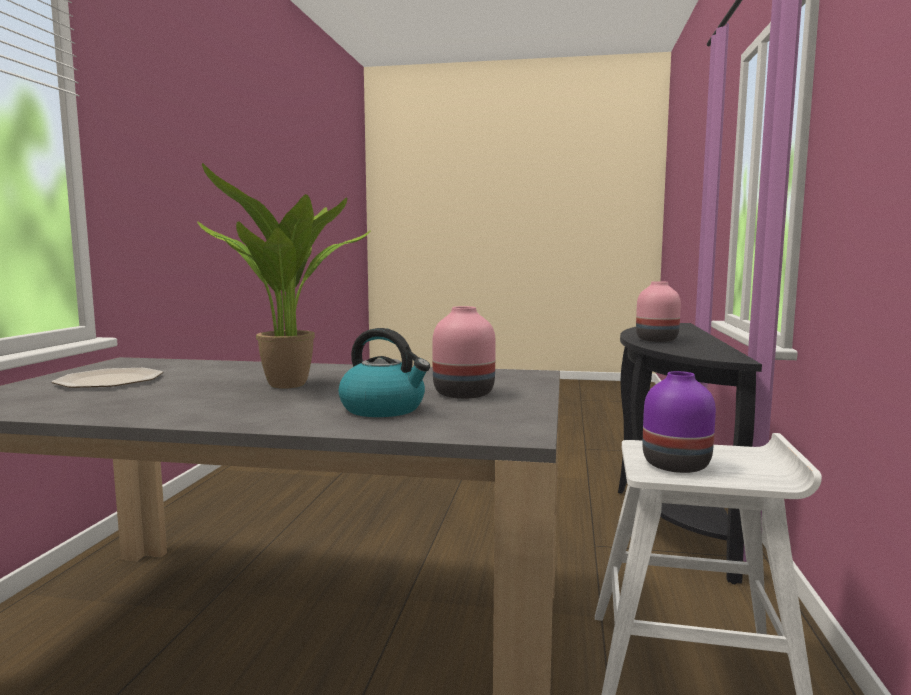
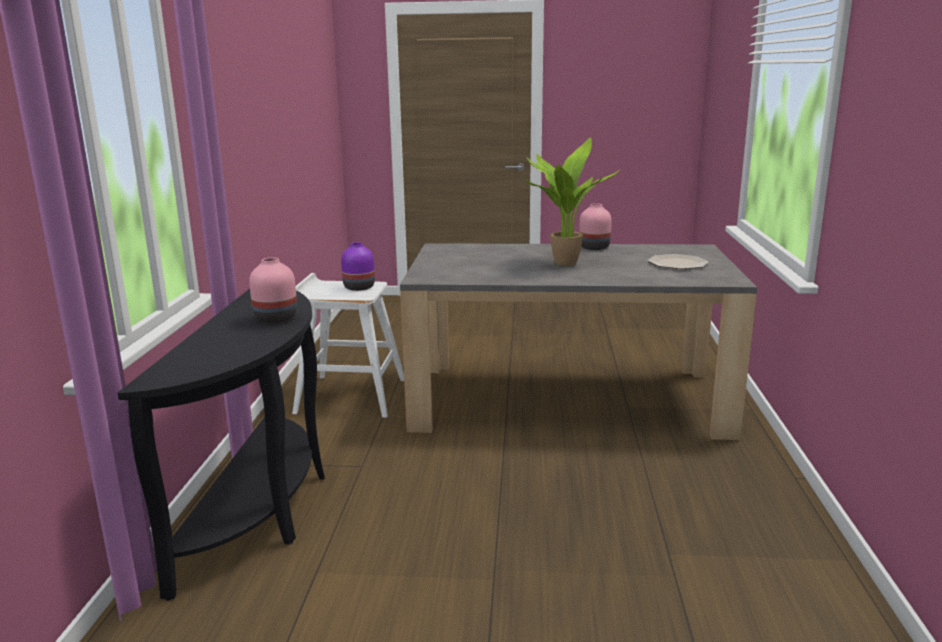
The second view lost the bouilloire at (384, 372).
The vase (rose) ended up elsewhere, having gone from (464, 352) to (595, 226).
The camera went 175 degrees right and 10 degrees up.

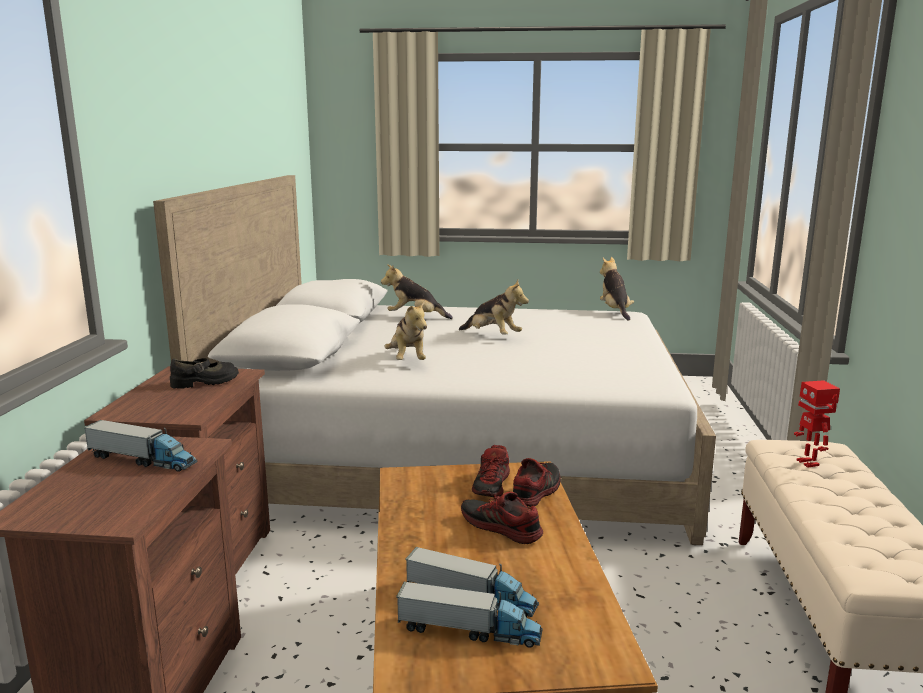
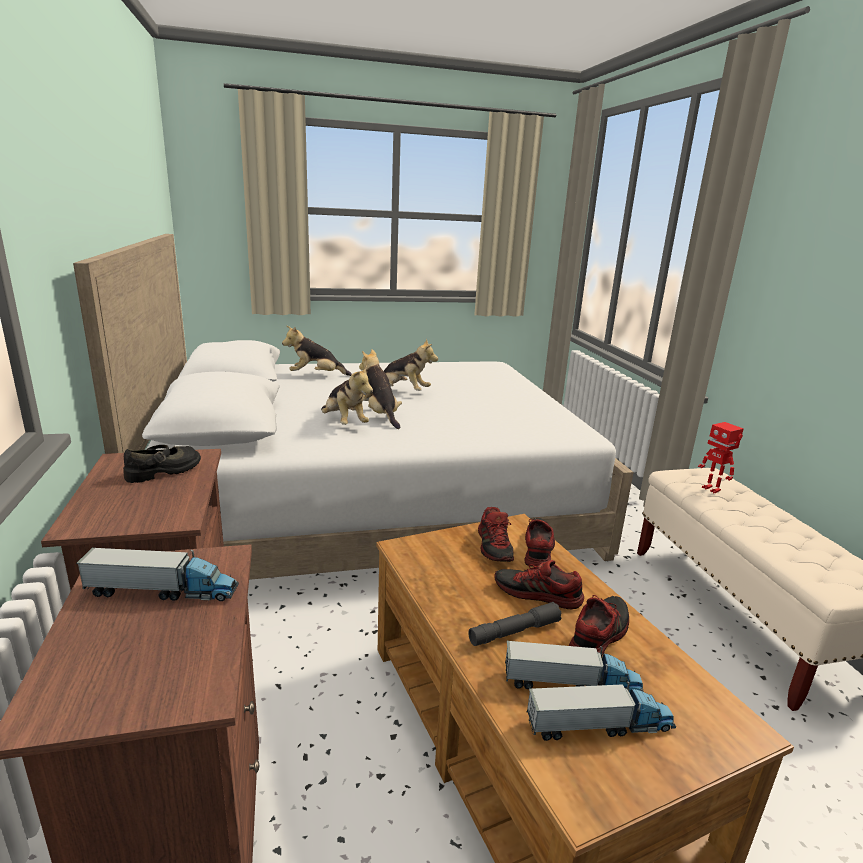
The second view gained the lampe de poche (gris) at (515, 624).
The second view gained the chaussure at (599, 625).
The peluche ended up elsewhere, having gone from (617, 289) to (380, 389).
The camera went 20 degrees left and 5 degrees up.

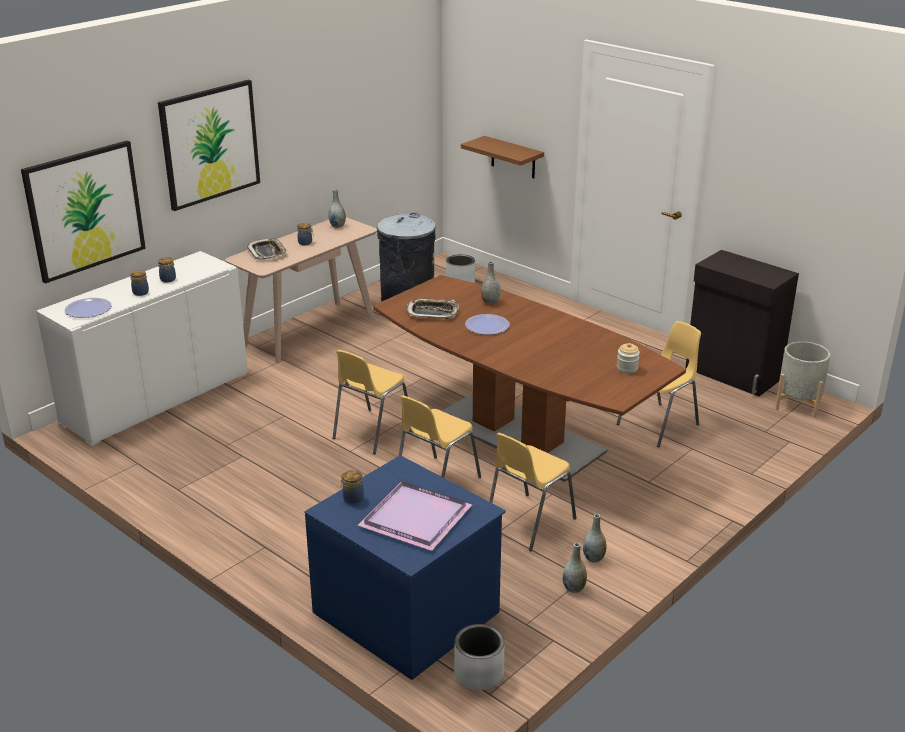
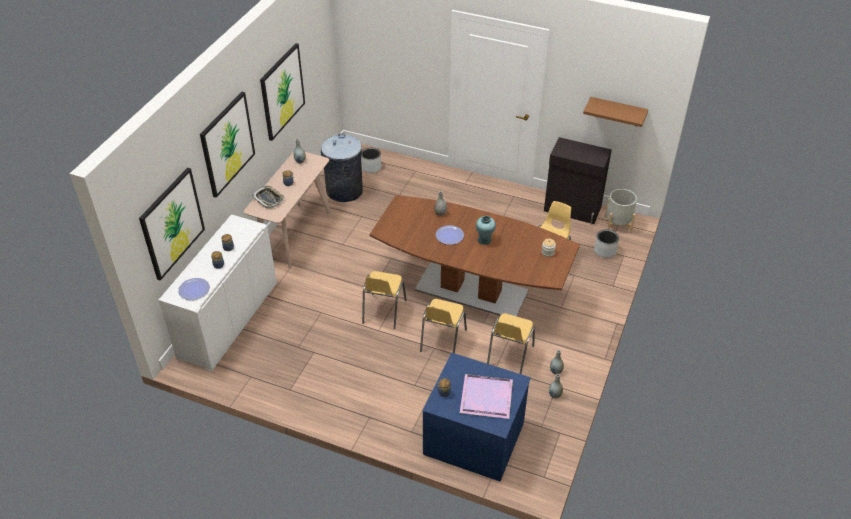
The second view lost the plateau at (432, 308).
The second view gained the tableau at (282, 92).
The second view gained the vase (turquoise) at (486, 230).
The cache-pot (gris) ended up elsewhere, having gone from (479, 657) to (606, 243).
The étagère (marron) ended up elsewhere, having gone from (502, 157) to (615, 112).
The camera went 20 degrees left and 15 degrees up.

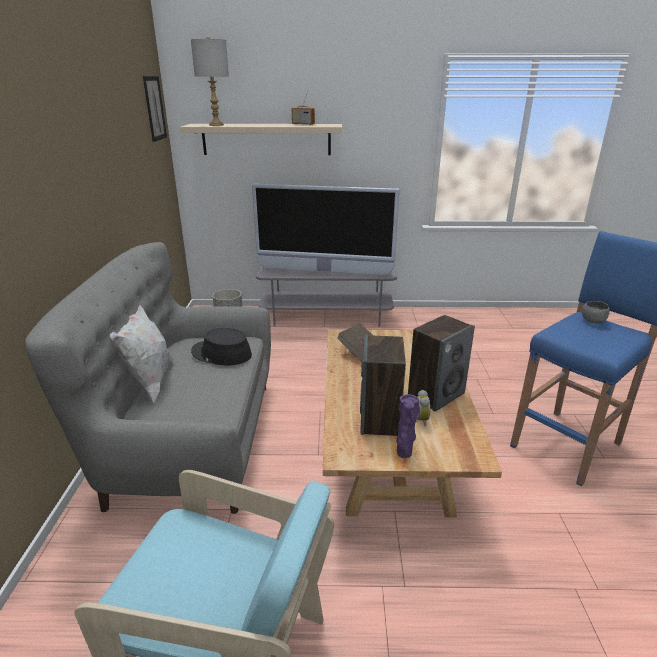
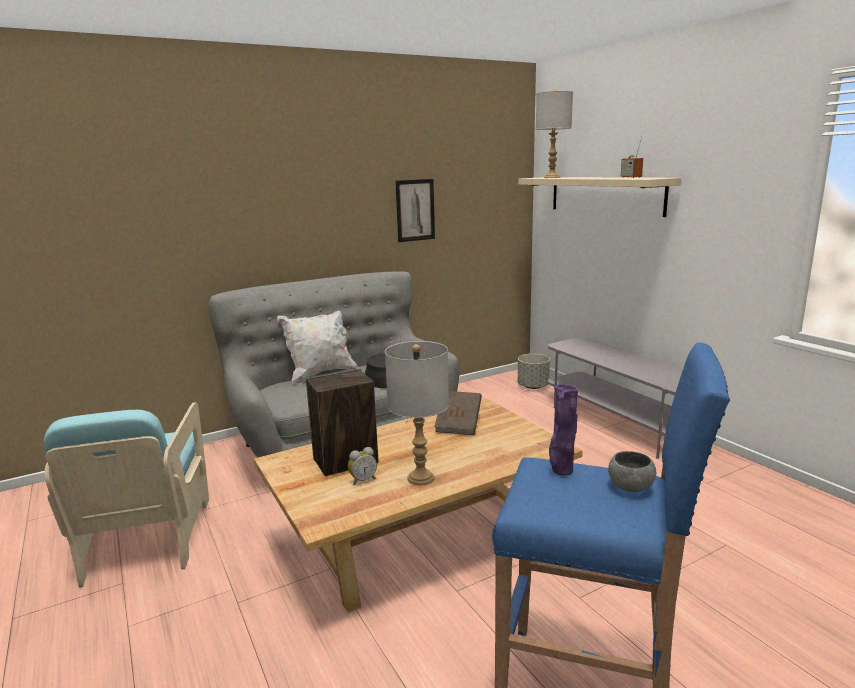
The second view lost the téléviseur at (326, 229).
The tableau ended up elsewhere, having gone from (155, 109) to (415, 210).
The vase (violet) ended up elsewhere, having gone from (408, 426) to (564, 430).
Where the enceinte stood at (441, 363), the lampe de table (gris) came to stand at (417, 413).
The camera went 60 degrees right and 10 degrees down.

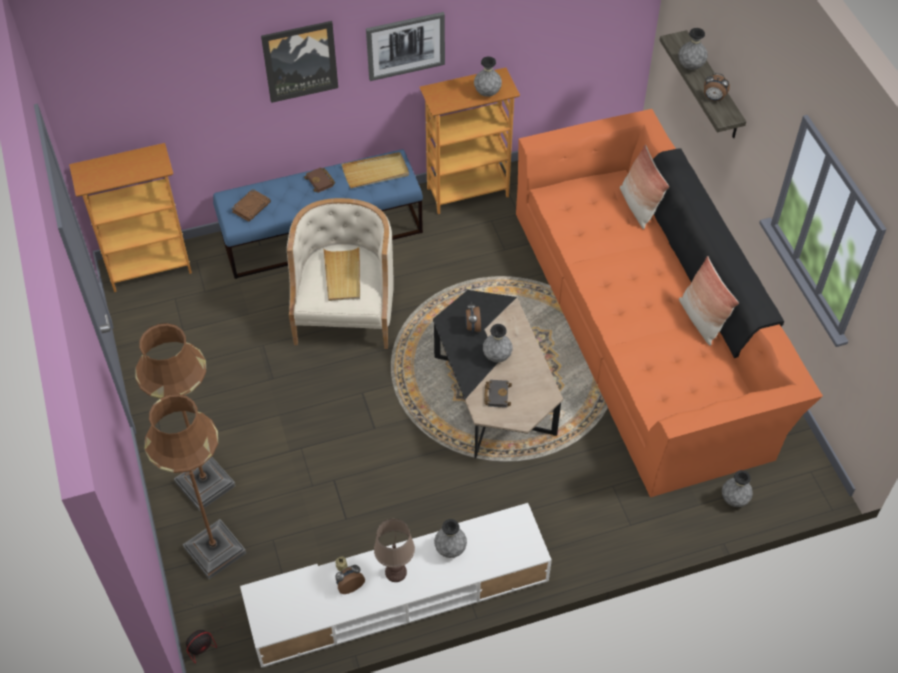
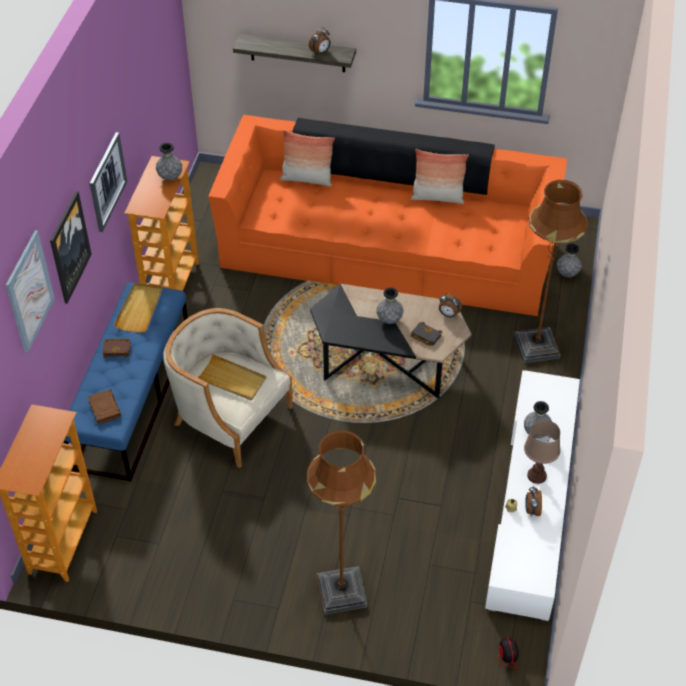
The second view lost the vase (gris) at (693, 49).
The second view gained the tableau at (30, 291).
The lampadaire (marron) ended up elsewhere, having gone from (195, 486) to (551, 271).
The réveil ended up elsewhere, having gone from (473, 317) to (450, 305).
The camera went 60 degrees left and 5 degrees down.

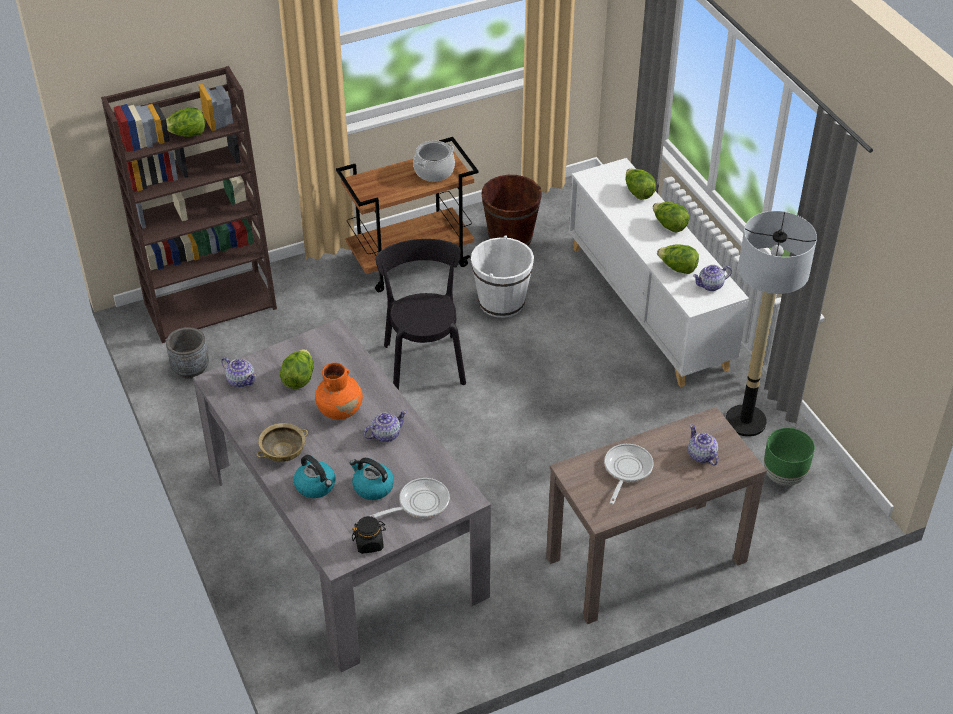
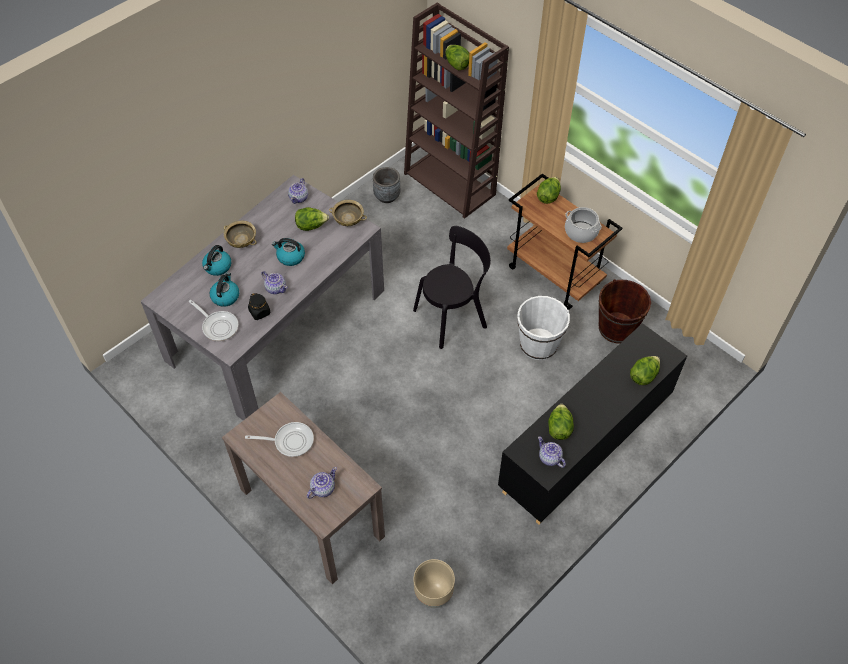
The second view lost the lampadaire at (771, 324).
The second view gained the bol (beige) at (348, 213).
The bocal (noir) ended up elsewhere, having gone from (369, 535) to (259, 306).
The laitue ended up elsewhere, having gone from (671, 217) to (549, 190).
Where the vase (orange) stood at (339, 391), the bouilloire came to stand at (288, 252).
What was the meuble de rangement (blanc) at (659, 272) turned into the meuble de rangement (noir) at (592, 424).
What was the cache-pot (vert) at (789, 457) turned into the cache-pot (beige) at (434, 583).
The camera went 70 degrees right and 10 degrees up.

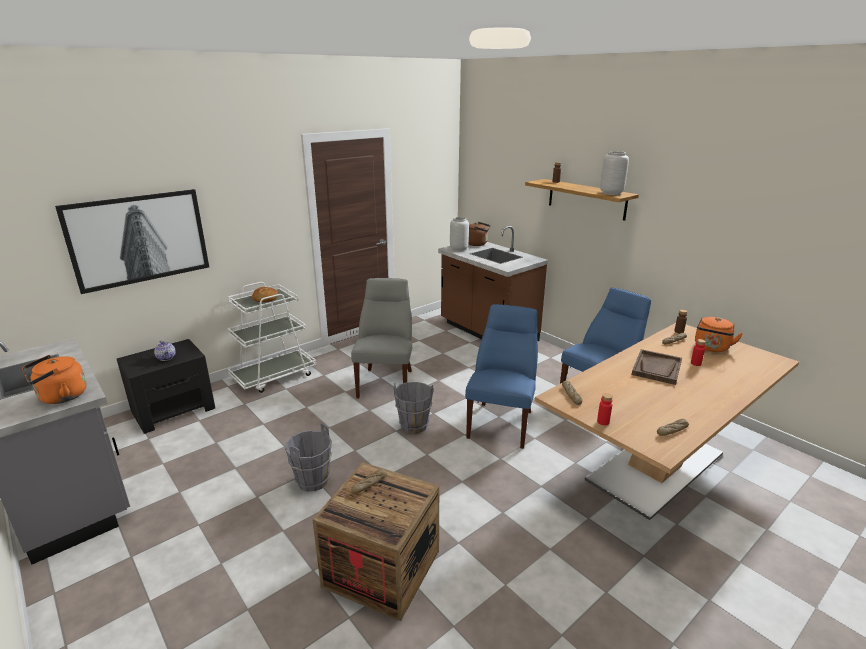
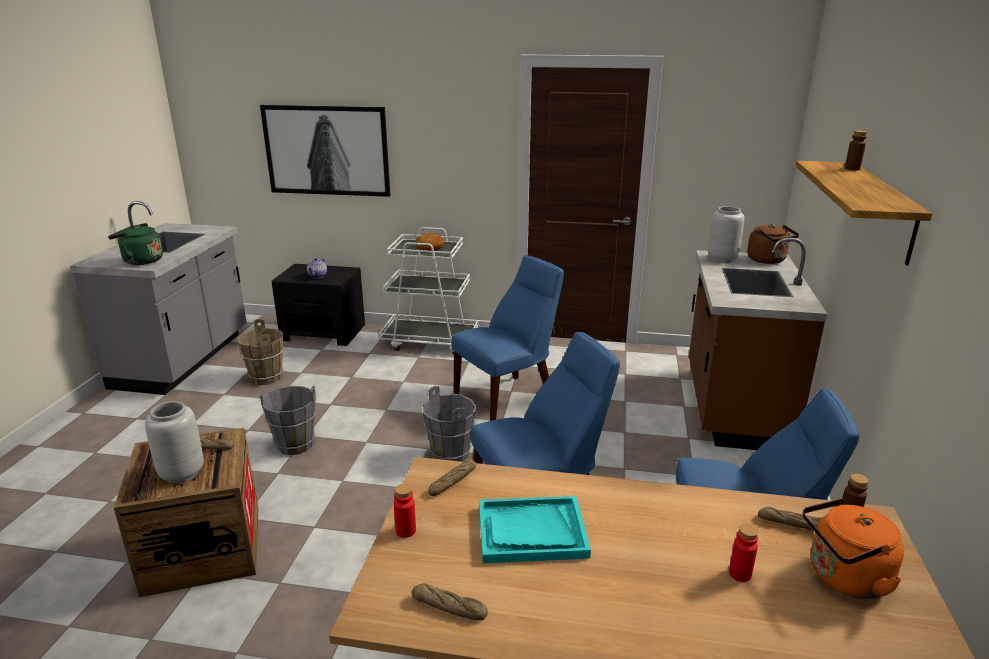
The second view lost the plateau (marron) at (657, 367).
The second view gained the seau (marron) at (260, 352).
The second view gained the plateau (turquoise) at (535, 529).
The vase (gris) ended up elsewhere, having gone from (614, 173) to (174, 442).
What was the bouilloire (orange) at (54, 379) turned into the bouilloire (vert) at (135, 244).
What was the chaise (gris) at (381, 338) turned into the chaise (bleu) at (507, 338).
The camera went 50 degrees right and 0 degrees up.

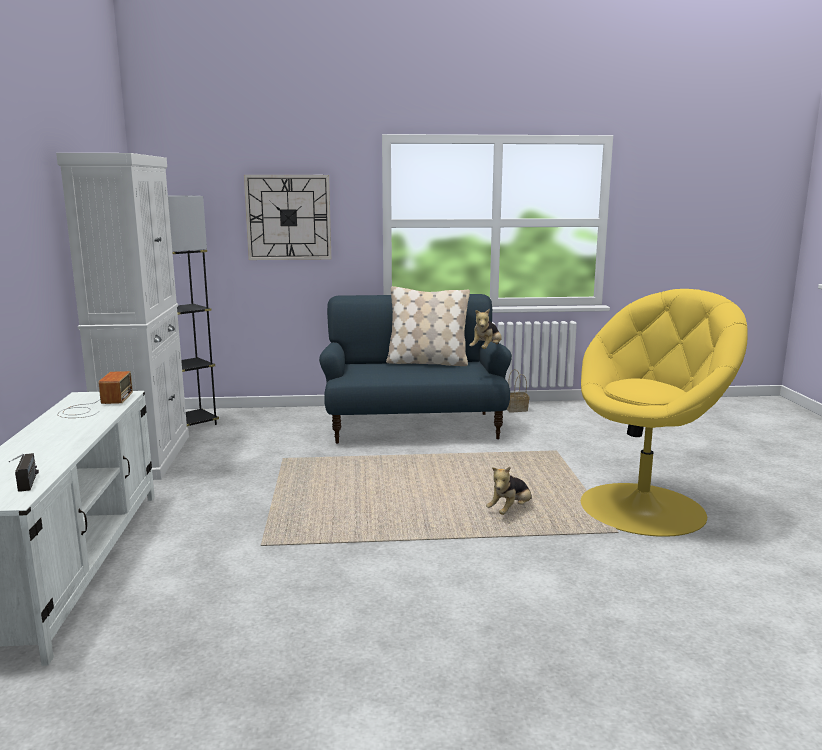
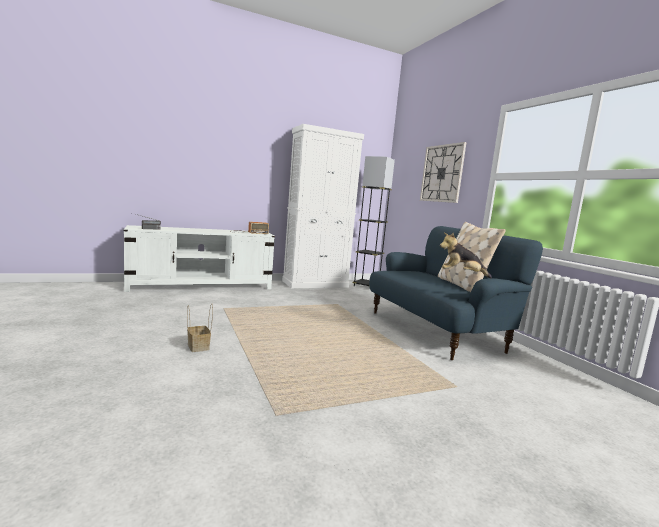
The second view lost the peluche at (509, 491).
The second view lost the fauteuil (jaune) at (664, 413).
The panier ended up elsewhere, having gone from (518, 390) to (200, 328).
The camera went 70 degrees right and 5 degrees down.

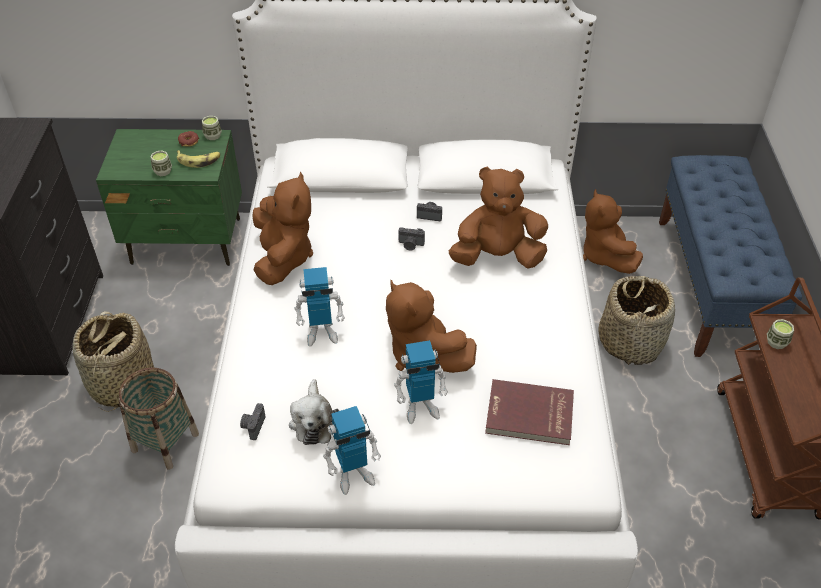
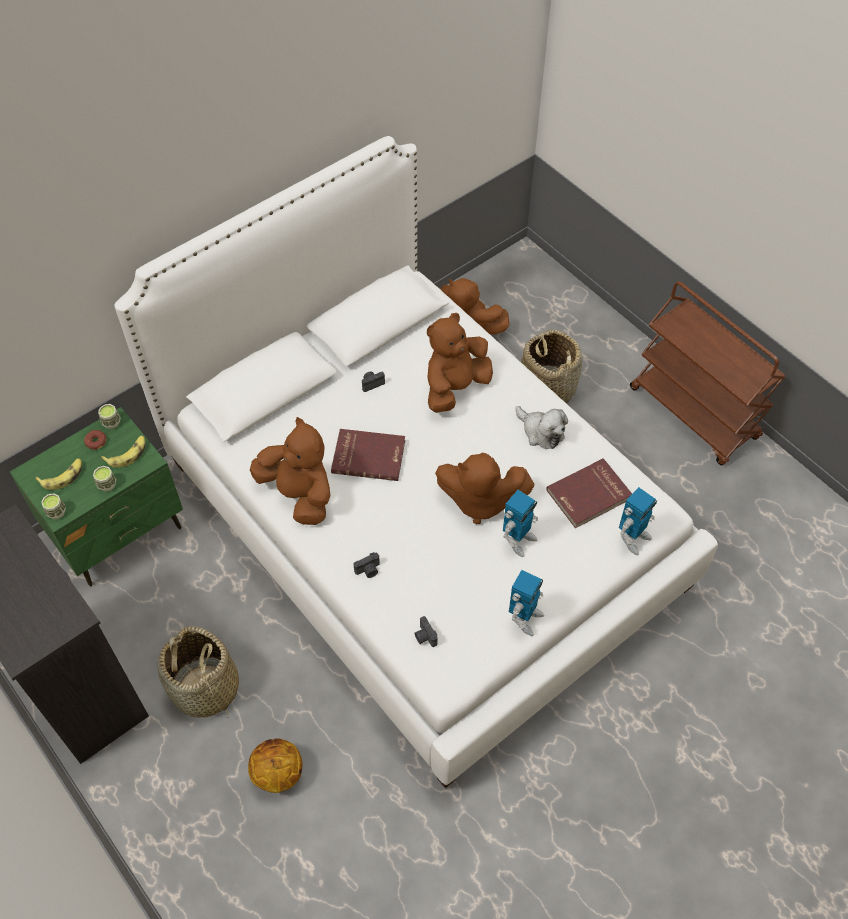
The second view lost the panier at (158, 418).
The second view lost the banc (bleu) at (730, 256).
The second view gained the banane at (58, 474).
The second view gained the ballon de basket at (275, 765).
The second view gained the livre (rouge) at (368, 455).
The peluche ended up elsewhere, having gone from (314, 412) to (541, 427).
The robot jouet ended up elsewhere, having gone from (319, 307) to (638, 521).
The appareil photo ended up elsewhere, having gone from (412, 239) to (367, 565).
The tasse ended up elsewhere, having gone from (780, 334) to (53, 506).
The camera went 40 degrees left and 10 degrees up.

